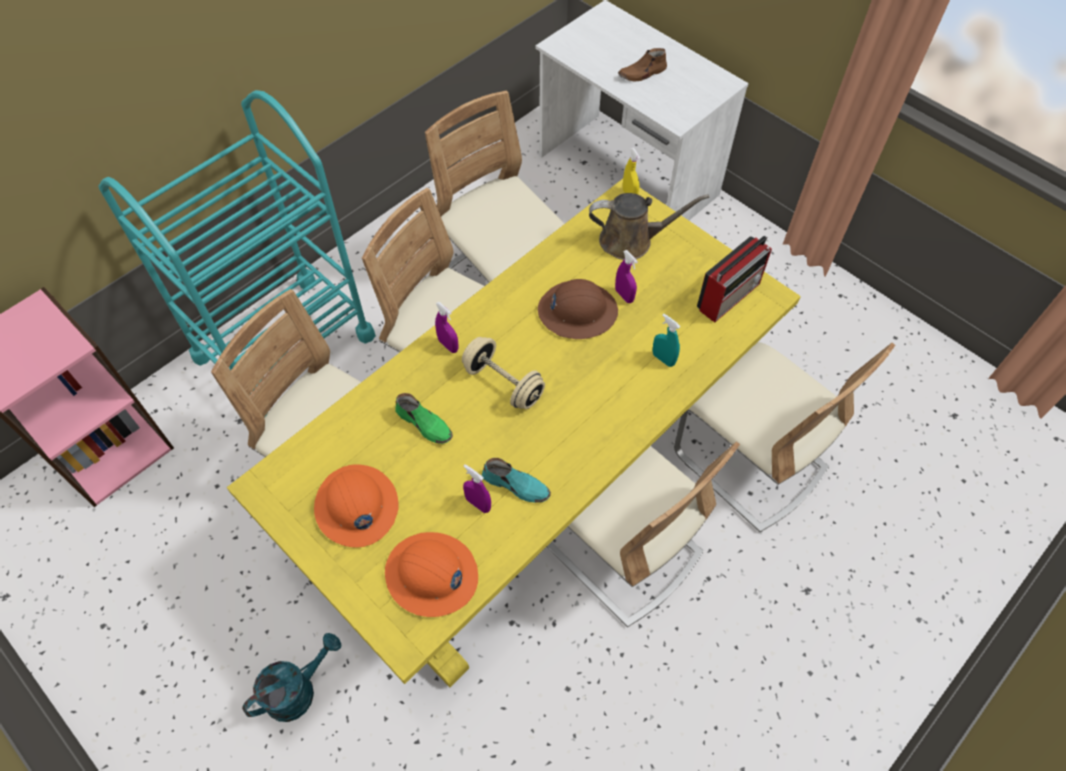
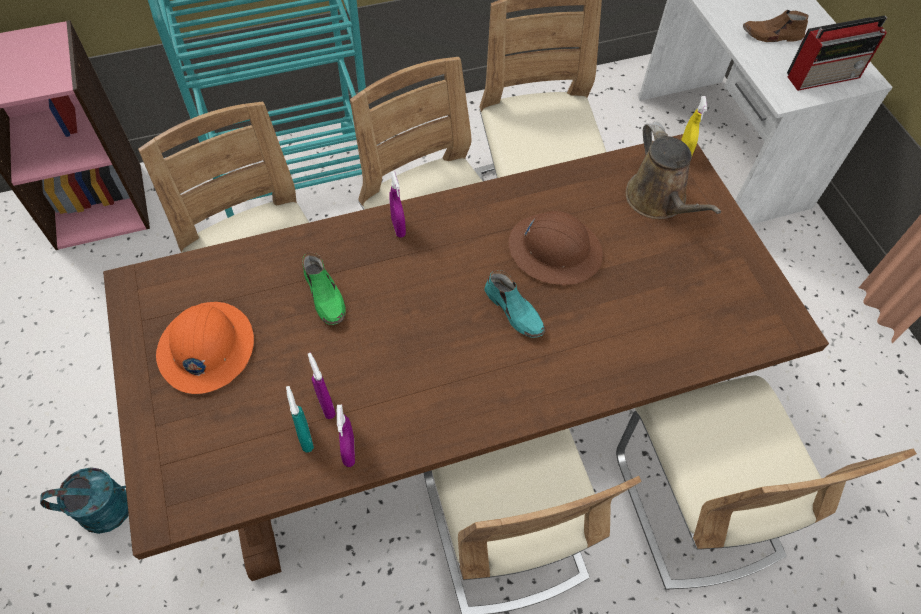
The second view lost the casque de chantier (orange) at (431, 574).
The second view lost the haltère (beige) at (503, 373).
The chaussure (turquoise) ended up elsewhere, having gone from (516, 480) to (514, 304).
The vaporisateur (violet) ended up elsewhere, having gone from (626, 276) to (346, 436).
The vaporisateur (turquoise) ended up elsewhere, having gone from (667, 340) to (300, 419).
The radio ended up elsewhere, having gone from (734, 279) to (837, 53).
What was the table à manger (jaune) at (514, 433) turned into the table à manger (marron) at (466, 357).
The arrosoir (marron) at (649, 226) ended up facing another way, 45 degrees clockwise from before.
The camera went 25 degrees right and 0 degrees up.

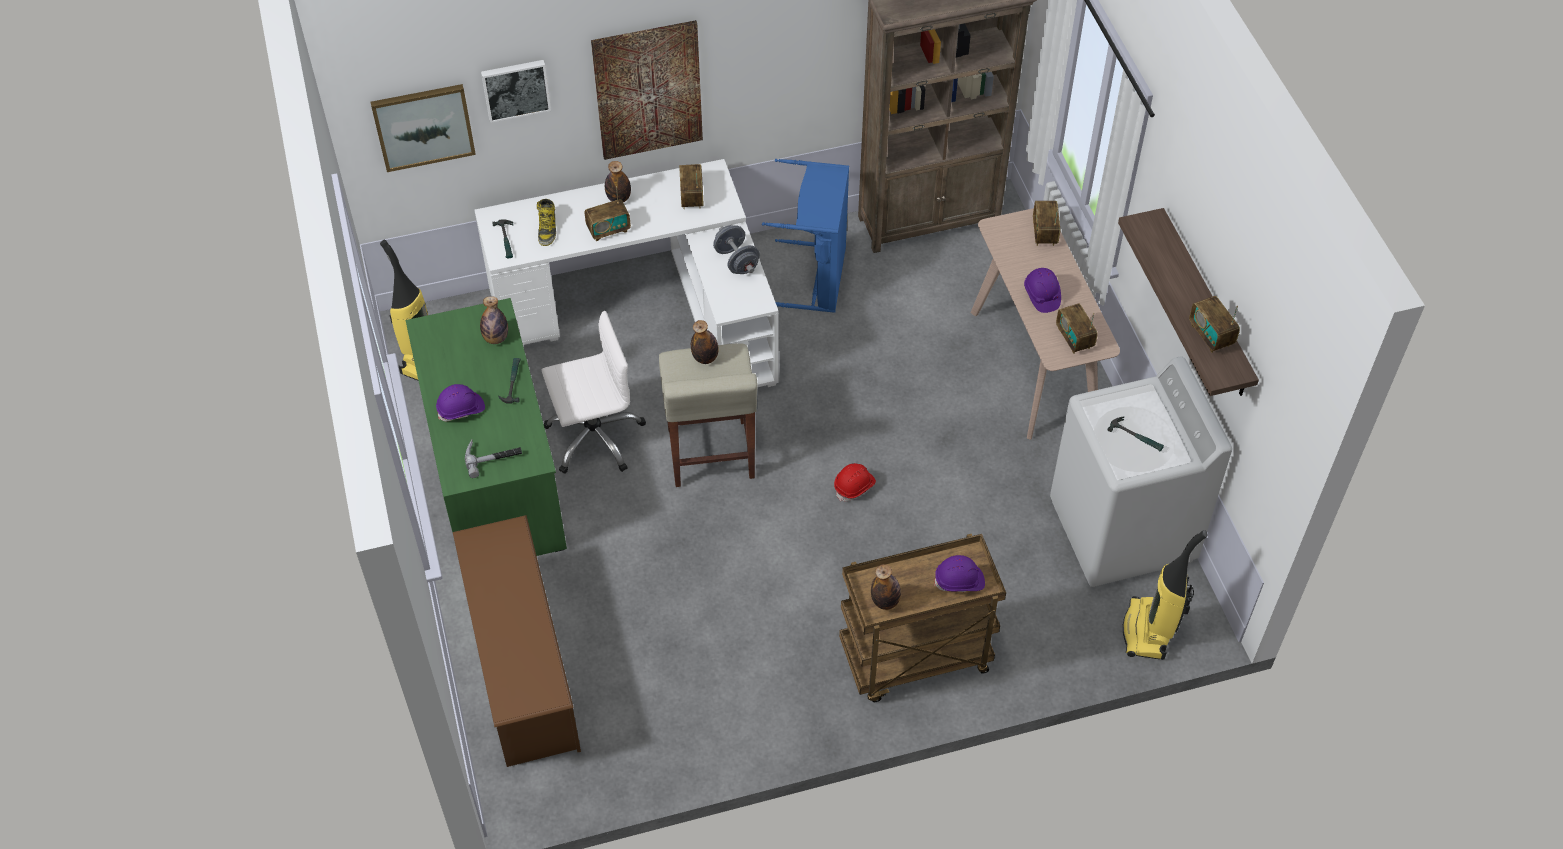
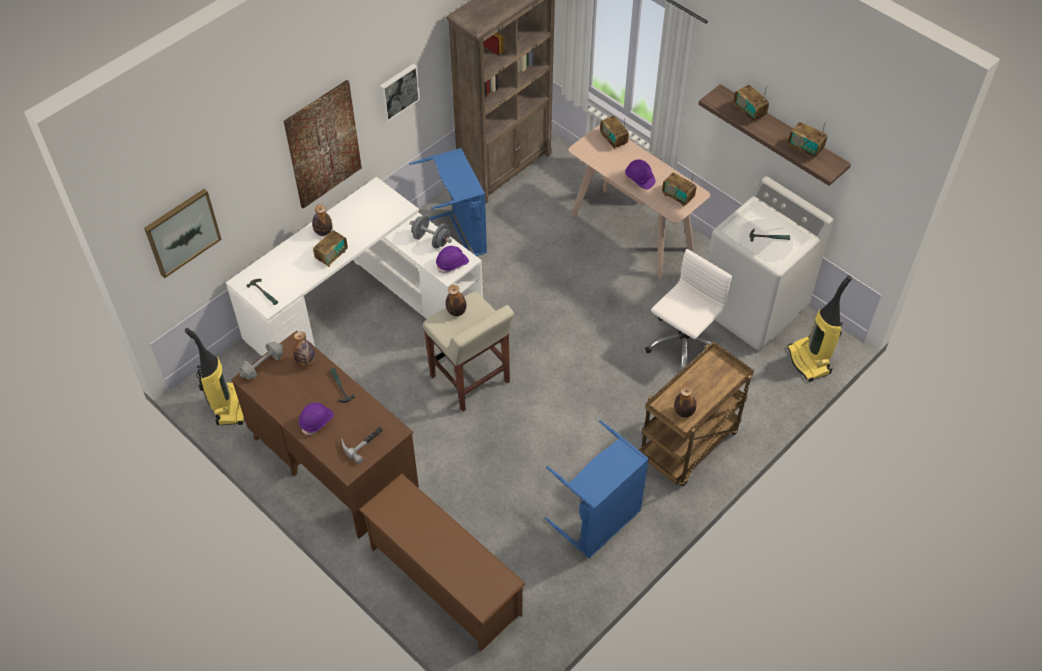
The second view lost the botte at (546, 222).
The second view lost the casque de chantier (rouge) at (855, 482).
The second view gained the haltère (gris) at (261, 361).
The second view gained the panier à linge (bleu) at (597, 489).
The tableau ended up elsewhere, having gone from (516, 91) to (400, 92).
The chaise de bureau (blanc) ended up elsewhere, having gone from (594, 392) to (688, 309).
The radio ended up elsewhere, having gone from (691, 186) to (751, 104).
The casque de chantier (violet) ended up elsewhere, having gone from (959, 573) to (452, 259).
What was the bureau (vert) at (486, 427) turned into the bureau (marron) at (325, 435).
The camera went 30 degrees left and 0 degrees up.

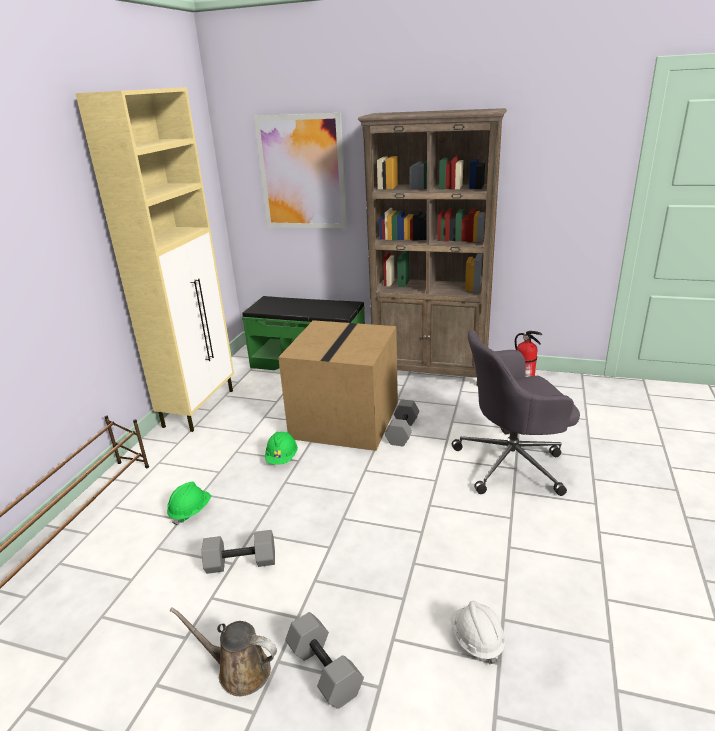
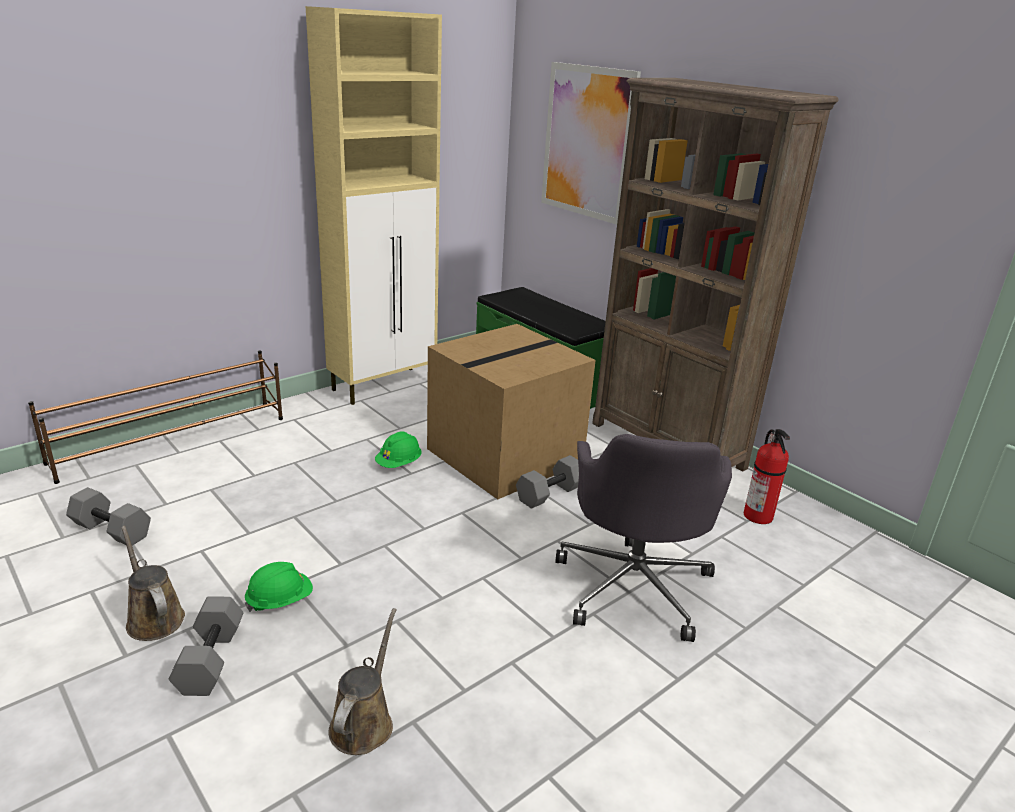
The casque de chantier (vert) ended up elsewhere, having gone from (189, 503) to (279, 587).
The haltère (gris) ended up elsewhere, having gone from (238, 552) to (108, 516).
Where the casque de chantier (blanc) stood at (477, 633), the arrosoir (marron) came to stand at (362, 681).
The chaise de bureau (gris) at (516, 413) ended up facing another way, 105 degrees counterclockwise from before.
The camera went 30 degrees right and 0 degrees up.

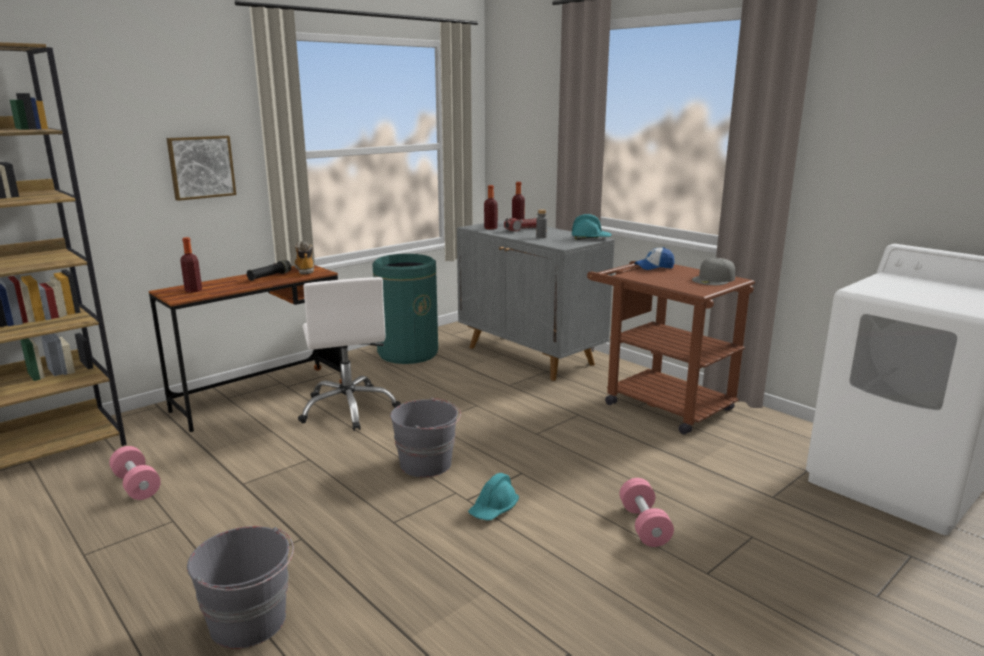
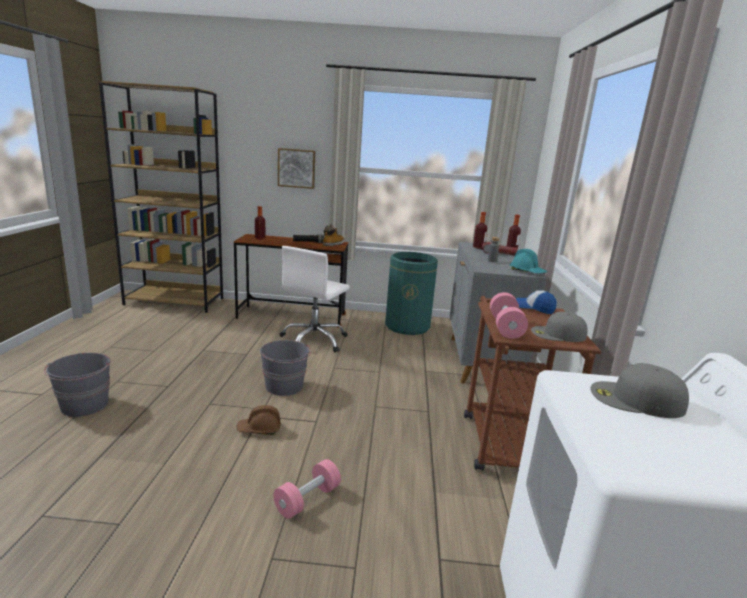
The second view gained the casquette (gris) at (639, 390).
The haltère (rose) ended up elsewhere, having gone from (135, 473) to (509, 315).
What was the casque de chantier (turquoise) at (493, 497) turned into the casque de chantier (marron) at (259, 420).
The camera went 45 degrees right and 0 degrees up.

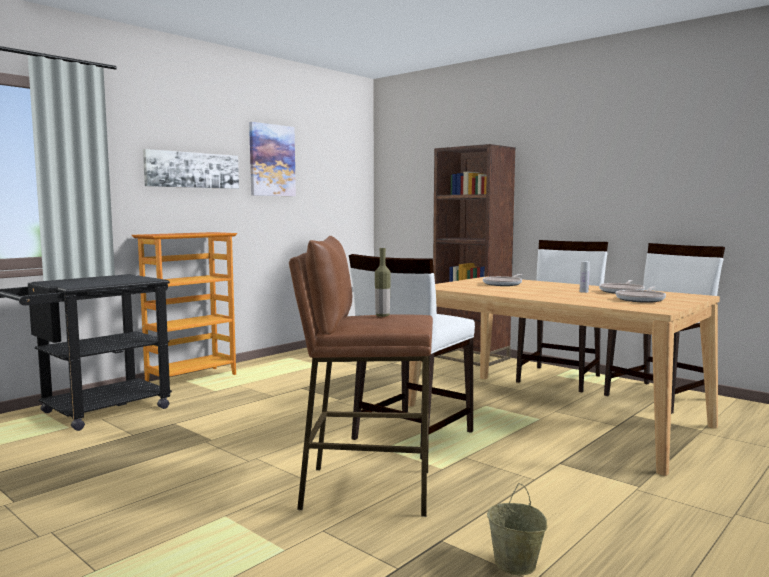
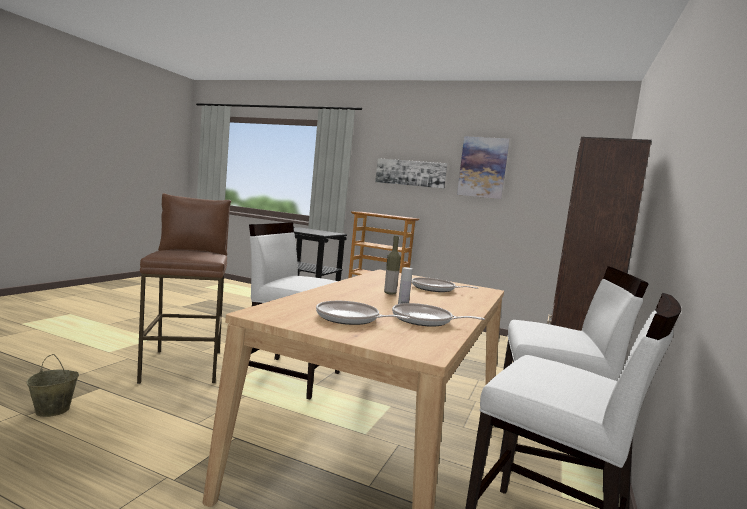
The bouteille ended up elsewhere, having gone from (383, 282) to (392, 265).
The camera went 70 degrees right and 0 degrees up.

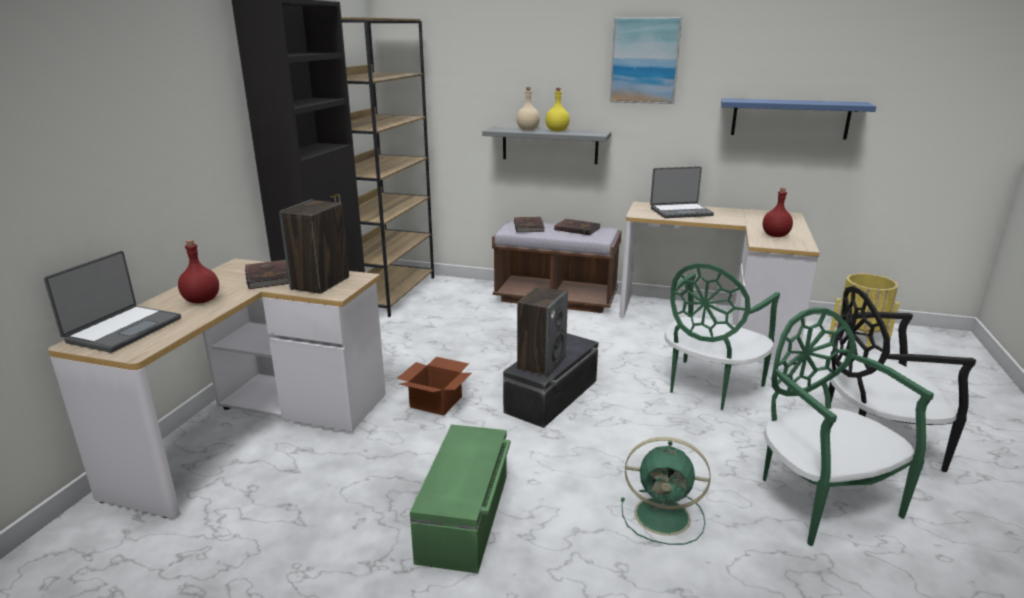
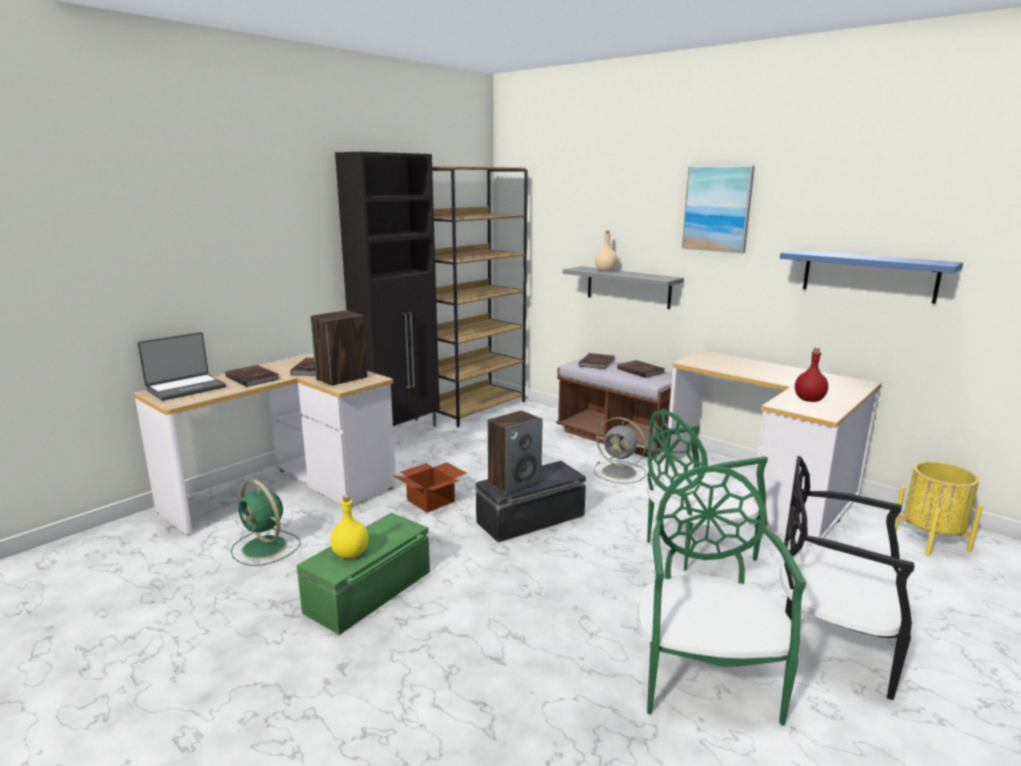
The second view lost the ordinateur portable at (682, 192).
The second view gained the ventilateur (gris) at (620, 450).
The bouteille (jaune) ended up elsewhere, having gone from (558, 109) to (349, 526).
The ventilateur (vert) ended up elsewhere, having gone from (666, 491) to (266, 522).
Where the bouteille (rouge) stood at (198, 272), the livre (marron) came to stand at (252, 376).
The camera went 25 degrees right and 5 degrees down.

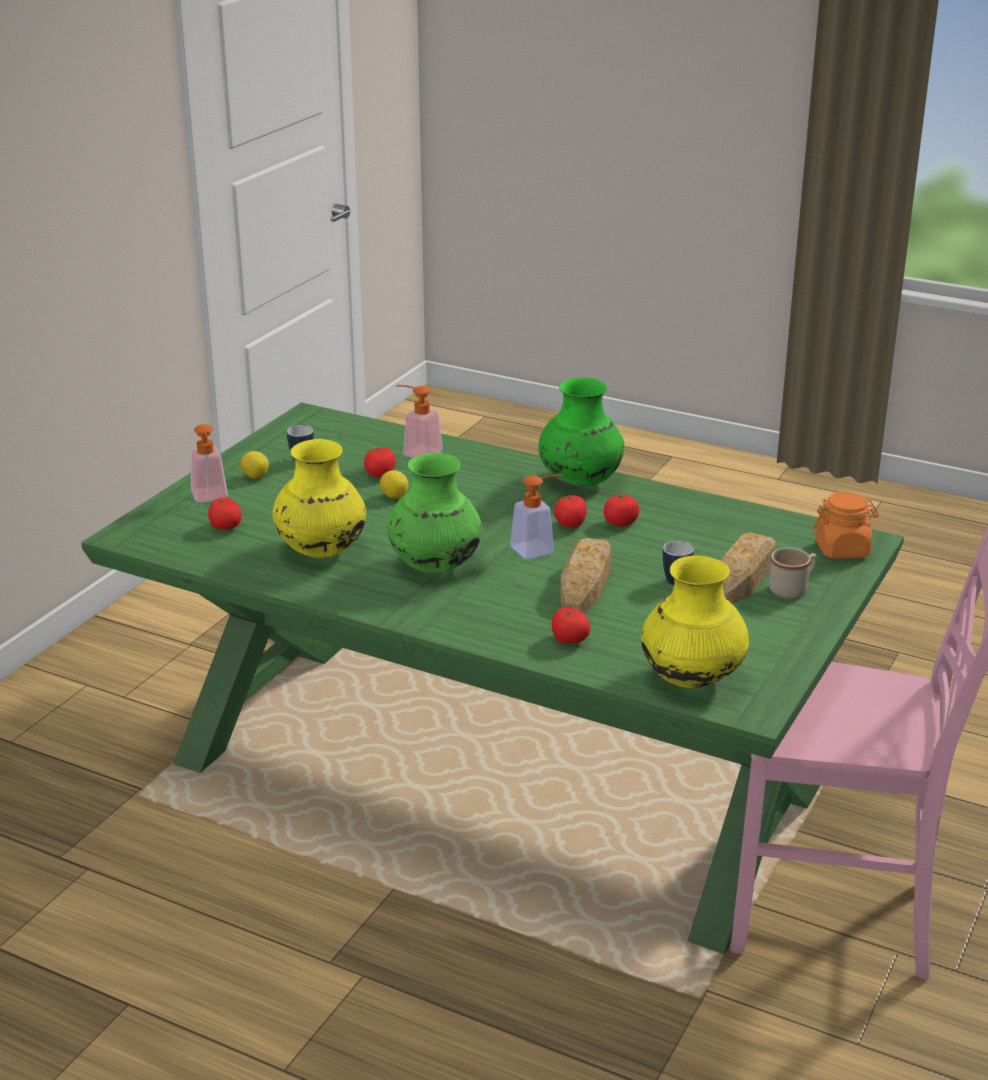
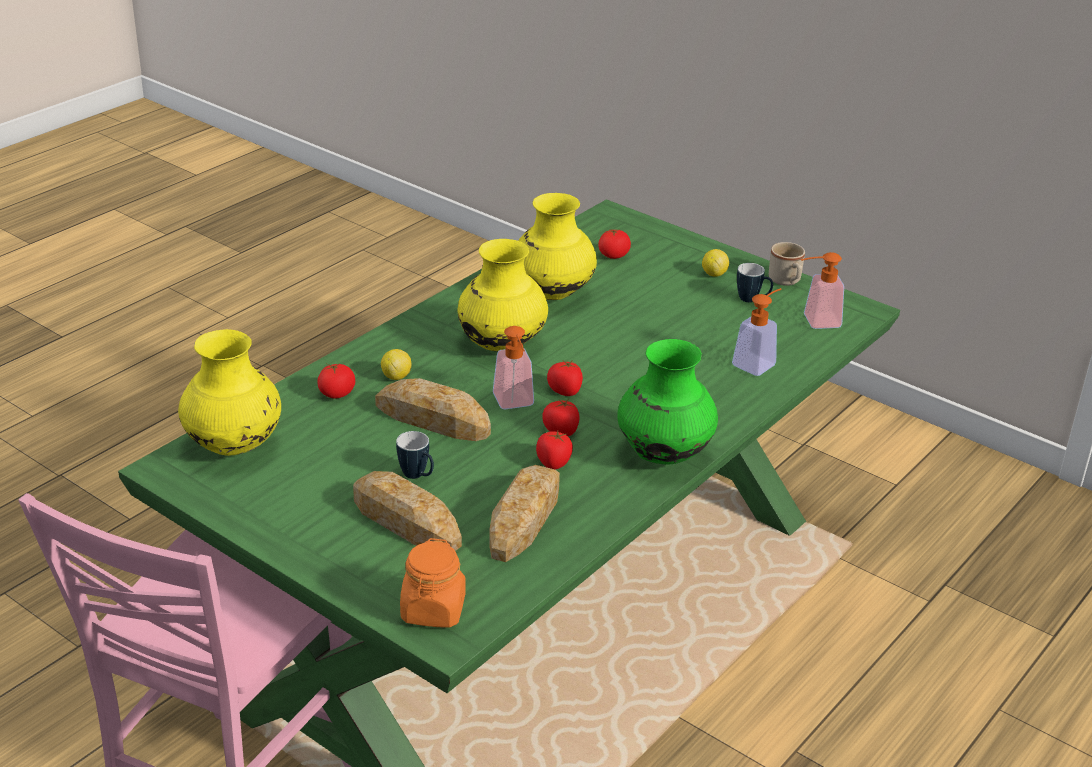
The second view gained the pain at (524, 513).
The distributeur de savon ended up elsewhere, having gone from (209, 463) to (822, 290).
The tomate ended up elsewhere, having gone from (380, 462) to (565, 378).
The citron ended up elsewhere, having gone from (394, 484) to (396, 364).
The mug (beige) ended up elsewhere, having gone from (792, 573) to (787, 264).
What was the vase (vert) at (434, 513) turned into the vase (jaune) at (503, 295).
The camera went 100 degrees right and 5 degrees up.

